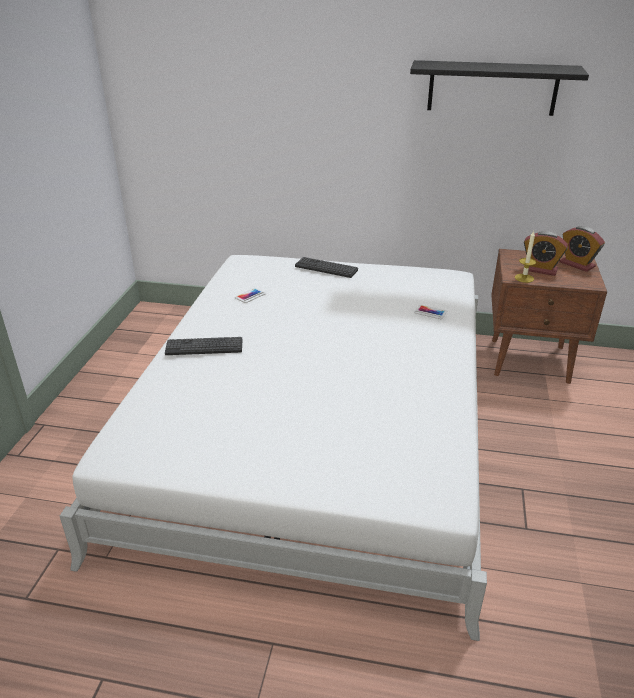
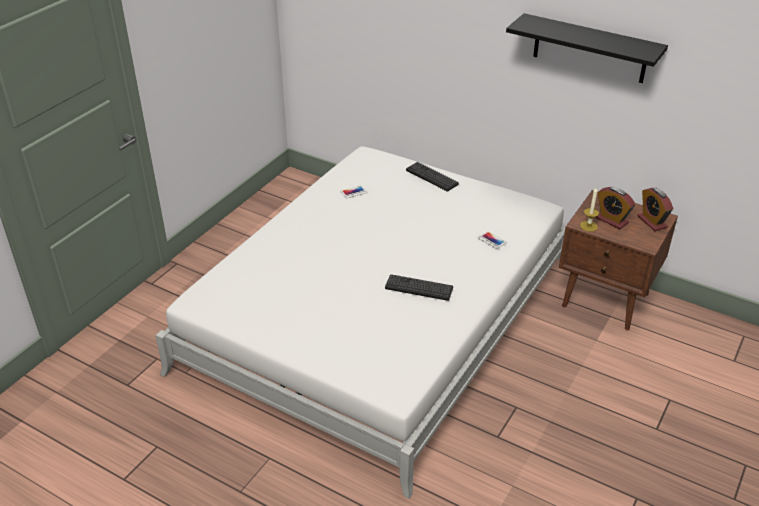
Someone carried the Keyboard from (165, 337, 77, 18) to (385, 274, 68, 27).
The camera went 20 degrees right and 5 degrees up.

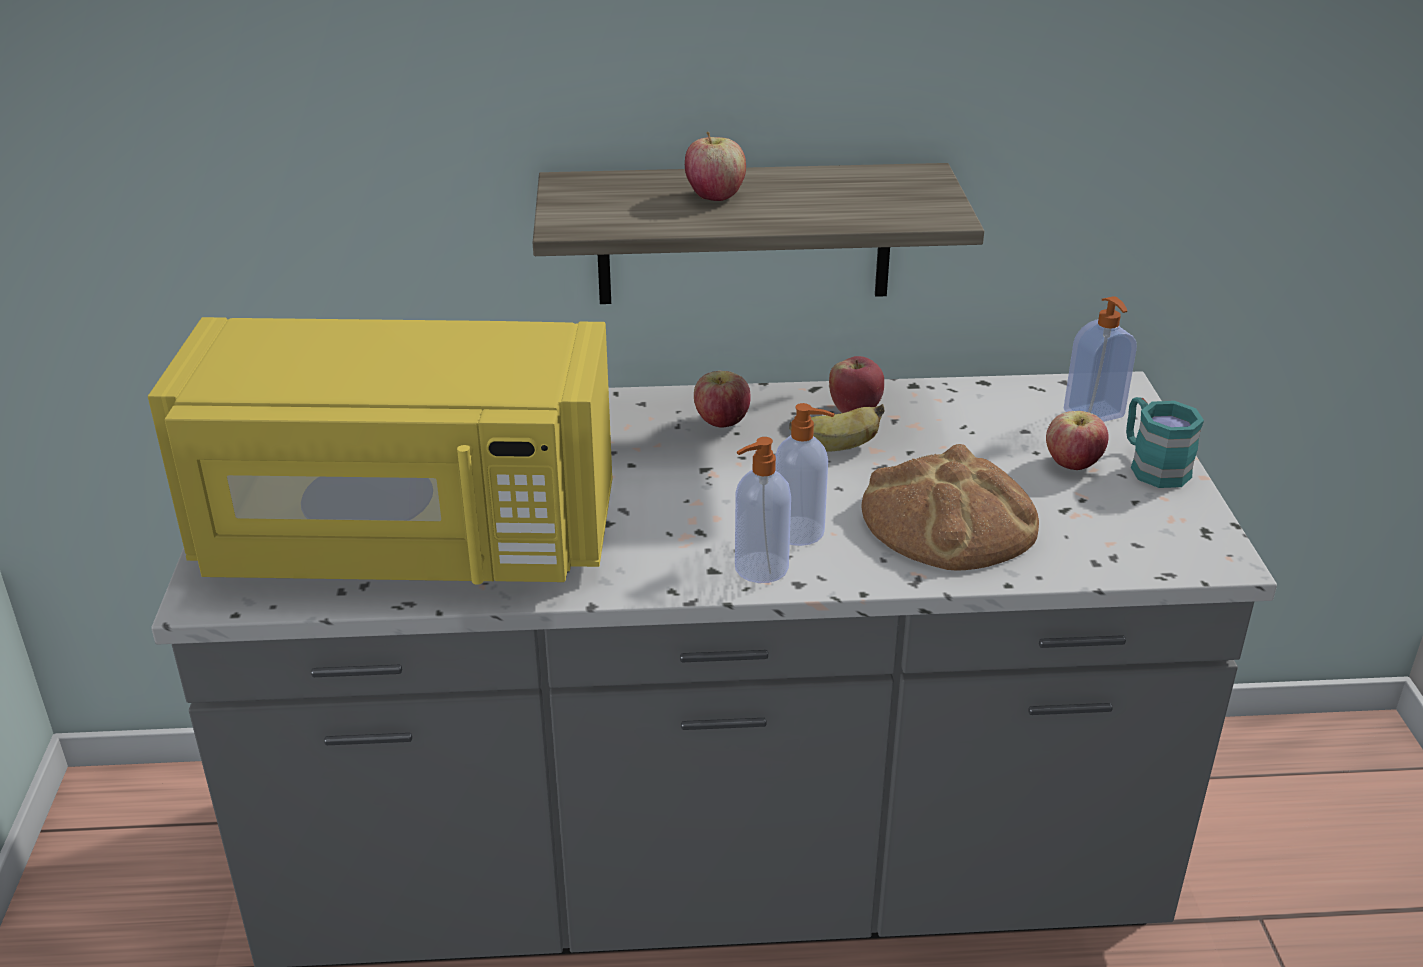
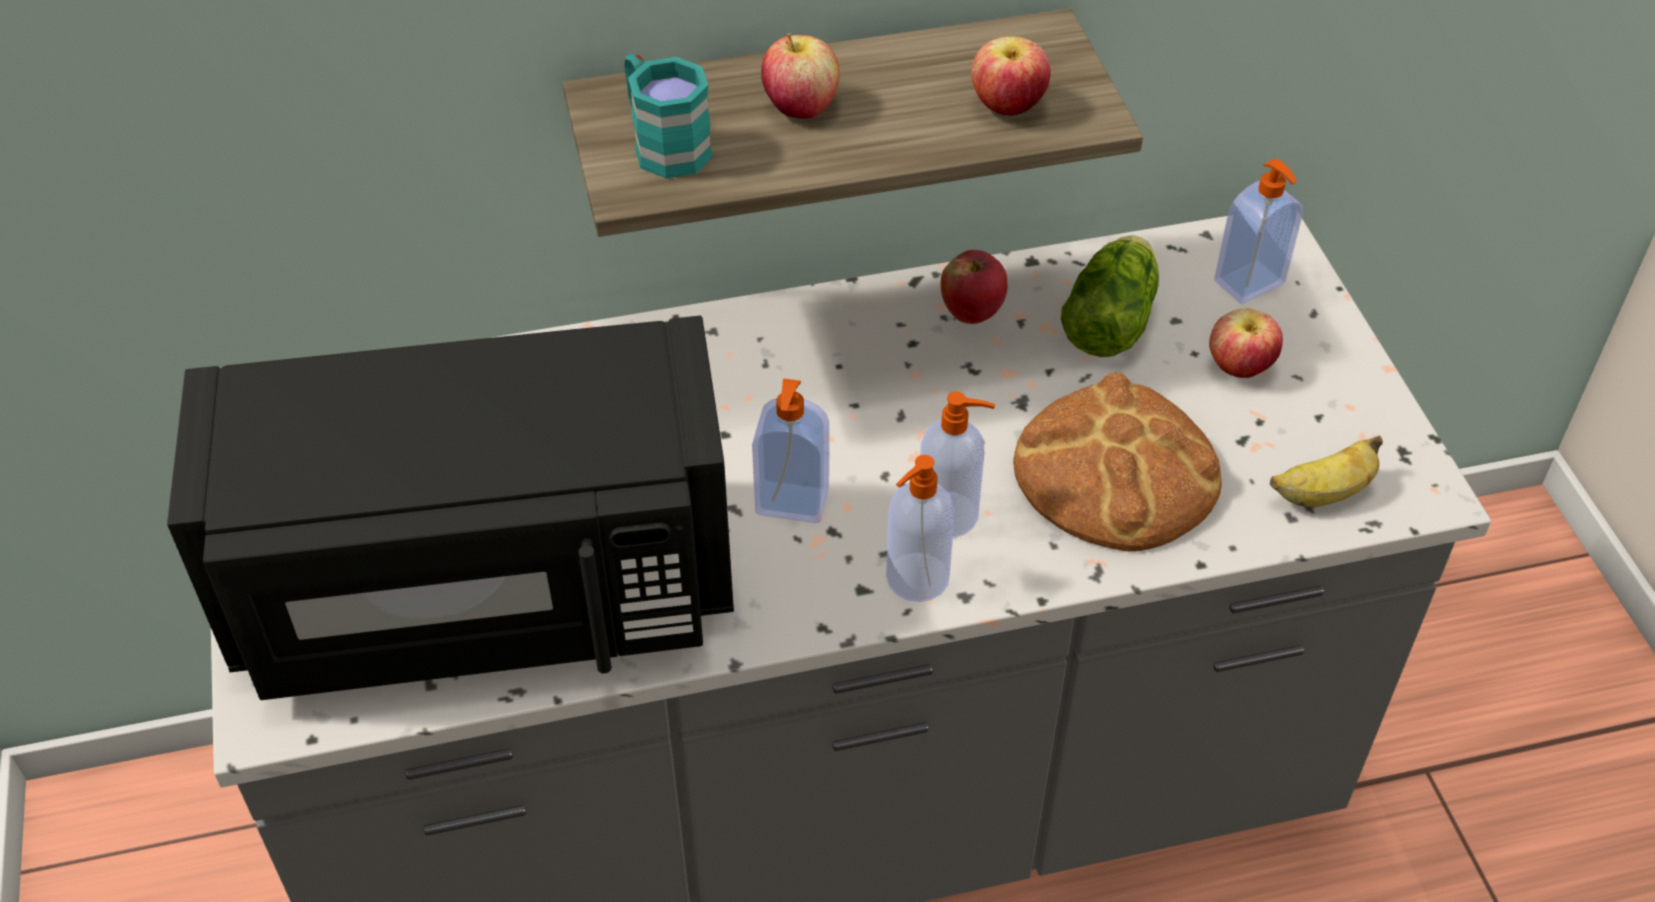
Someone put down the SoapDispenser at (752, 378, 77, 145).
Someone put down the Lettuce at (1061, 235, 98, 122).
Someone carried the Apple from (694, 371, 57, 57) to (971, 36, 80, 80).
Someone carried the Banana from (789, 404, 95, 48) to (1270, 436, 113, 71).
Someone carried the TurquoiseMug from (1126, 397, 78, 91) to (624, 54, 89, 124).
Someone repainted the YellowMicrowave at (148, 317, 464, 268), which became the BlackMicrowave at (167, 316, 567, 384).
The camera went 10 degrees left and 15 degrees up.

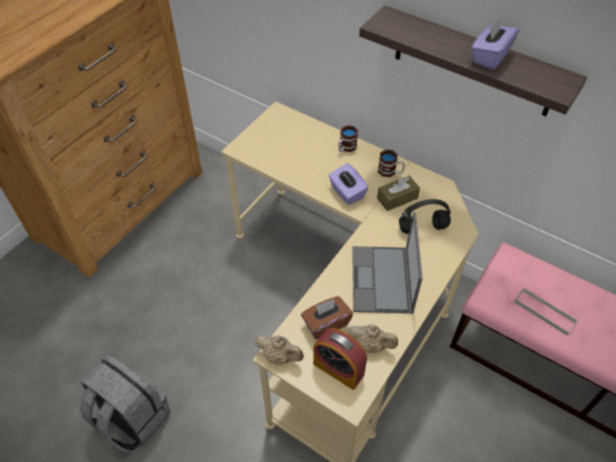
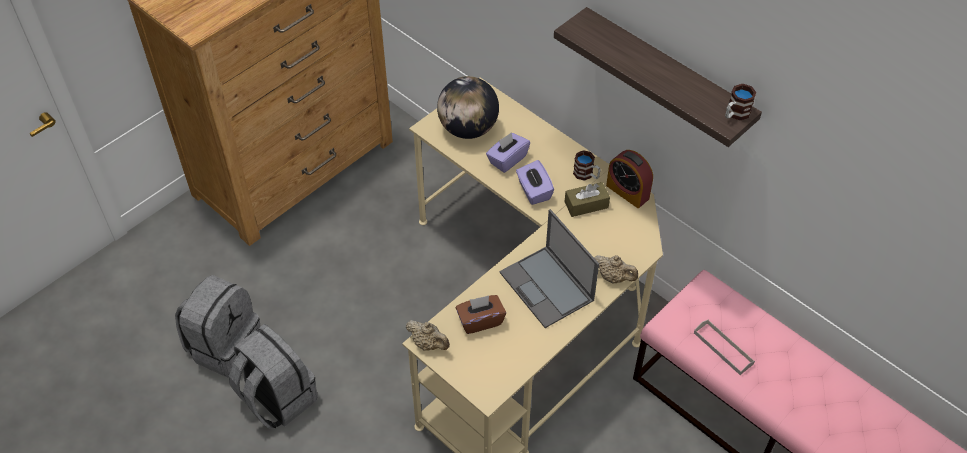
Someone took away the BlackHeadphones at (399, 199, 52, 35).
Someone put down the GreyBackpack at (175, 275, 86, 103).
Someone put down the Globe at (437, 76, 62, 63).
Someone carried the AlarmClock from (313, 328, 54, 62) to (606, 150, 47, 58).
Someone carried the Mug from (338, 125, 20, 27) to (725, 84, 32, 36).
Someone carried the BeigeTeapot from (347, 325, 51, 28) to (594, 255, 44, 28).
Someone carried the PurpleTissueBox from (471, 18, 48, 52) to (486, 132, 44, 41).
Someone rotated the Laptop at (352, 212, 71, 102) by 45 degrees counterclockwise.
The camera went 10 degrees right and 0 degrees up.

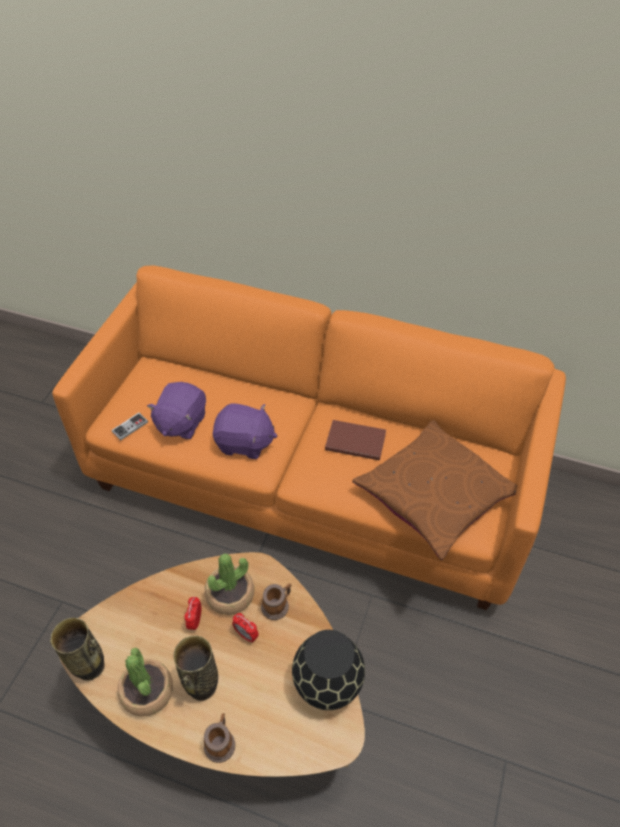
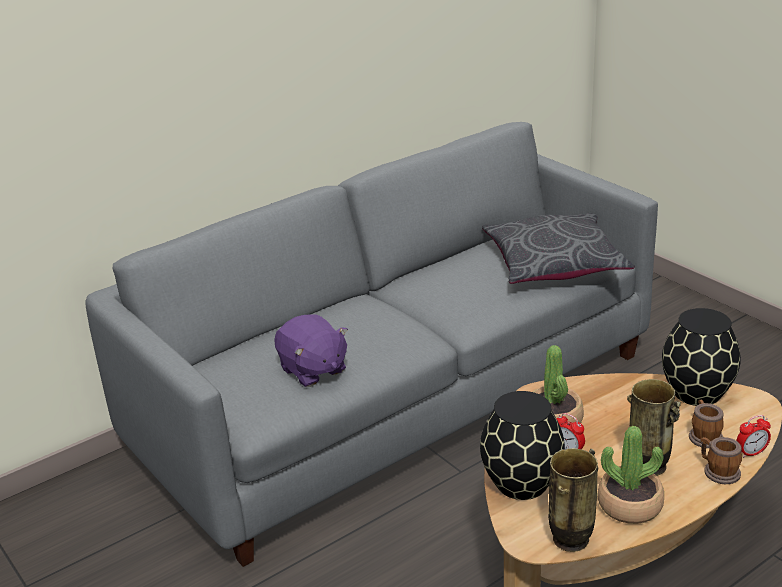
Someone took away the GameController at (111, 413, 37, 27).
Someone took away the PurplePlushToy at (213, 403, 64, 56).
Someone took away the BrownBook at (325, 420, 61, 40).
Someone put down the BlackVase at (480, 391, 85, 109).
Someone carried the AlarmClock from (232, 613, 27, 30) to (736, 415, 35, 43).
Someone carried the Mug from (261, 584, 31, 36) to (689, 400, 35, 48).
Someone repainted the OrangeSofa at (52, 266, 514, 344), which became the GreySofa at (86, 122, 572, 445).
Someone repainted the BrownPillow at (352, 420, 166, 140), which became the GreyPillow at (482, 213, 153, 71).
The camera went 55 degrees left and 20 degrees down.

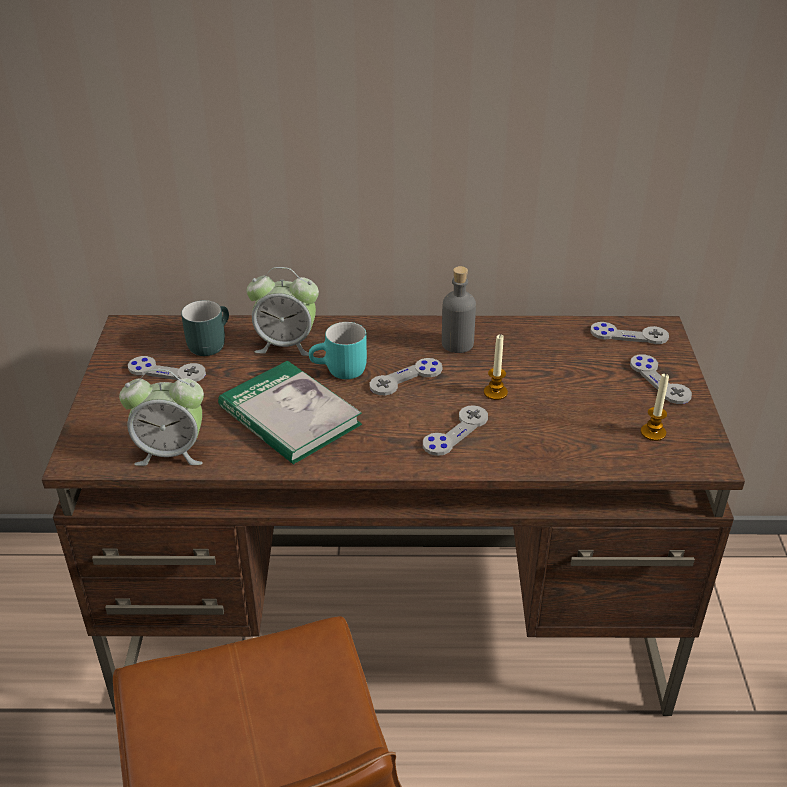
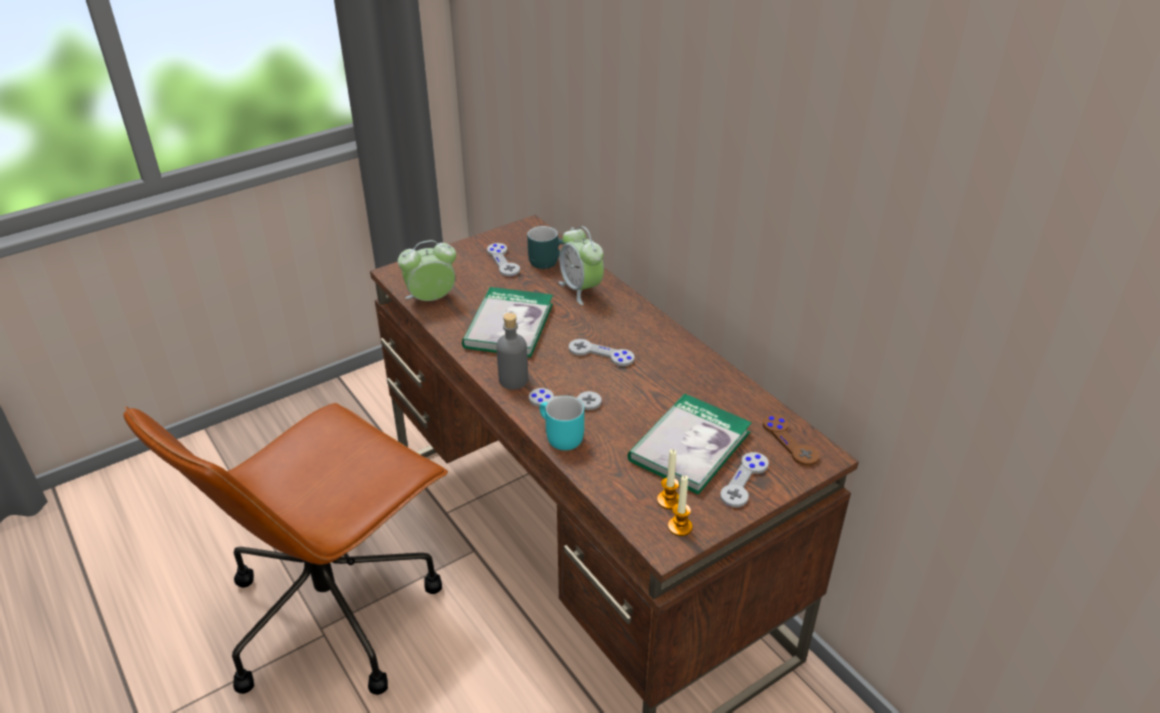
Someone put down the Book at (628, 394, 124, 101).
Someone carried the TurquoiseMug from (309, 322, 58, 57) to (540, 396, 44, 54).
Someone carried the GreyBottle from (442, 266, 34, 87) to (496, 313, 32, 77).
Someone carried the Candle from (484, 334, 24, 66) to (668, 475, 24, 61).
Someone repainted the GreyGameController at (590, 322, 79, 22), which became the BrownGameController at (763, 414, 56, 52).
Someone rotated the AlarmClock at (119, 369, 85, 97) by 105 degrees clockwise.
The camera went 55 degrees right and 0 degrees up.

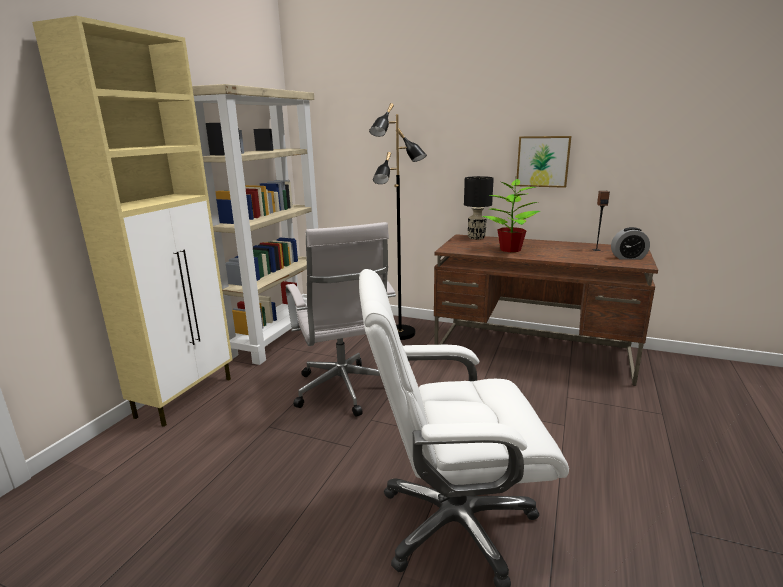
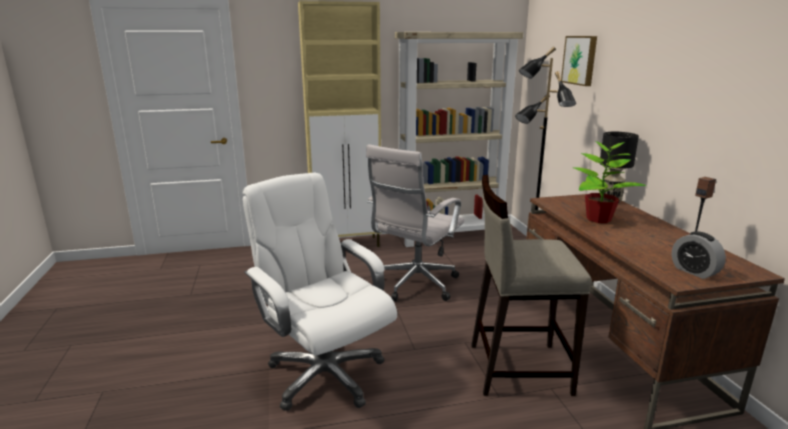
Someone put down the BeigeStool at (471, 175, 121, 221).
Someone carried the Picture from (516, 136, 56, 52) to (561, 36, 36, 50).
The camera went 55 degrees right and 0 degrees up.

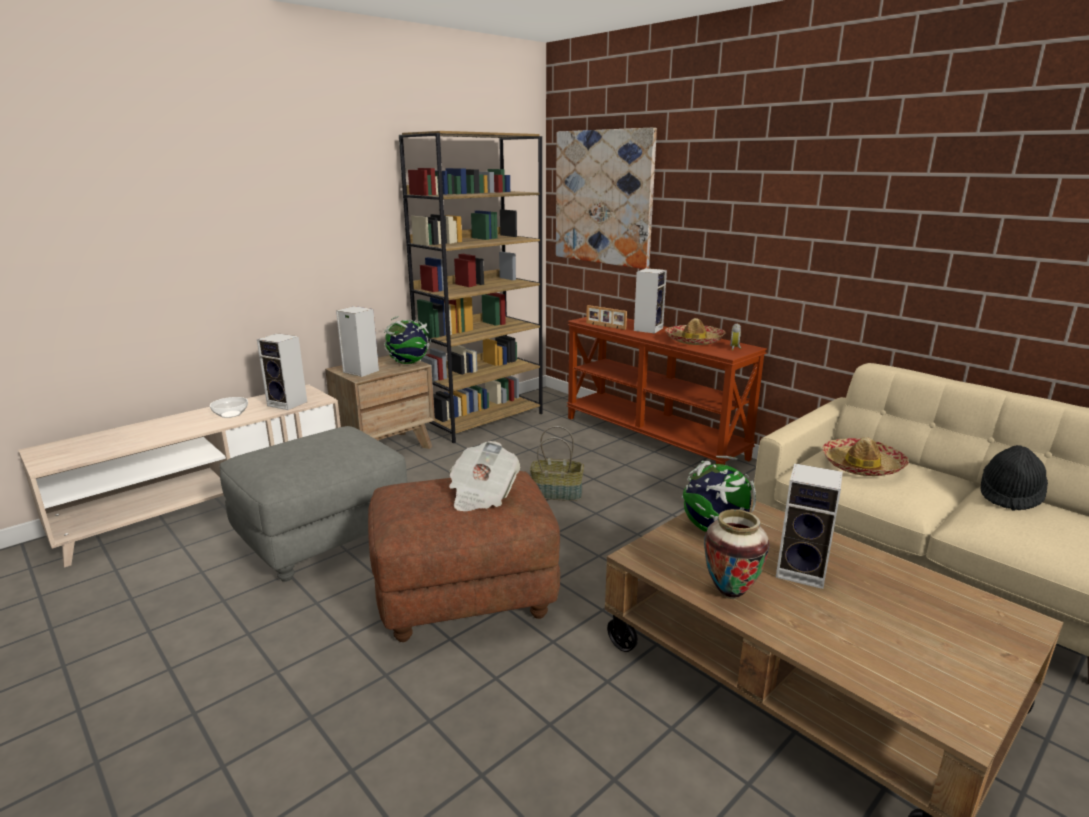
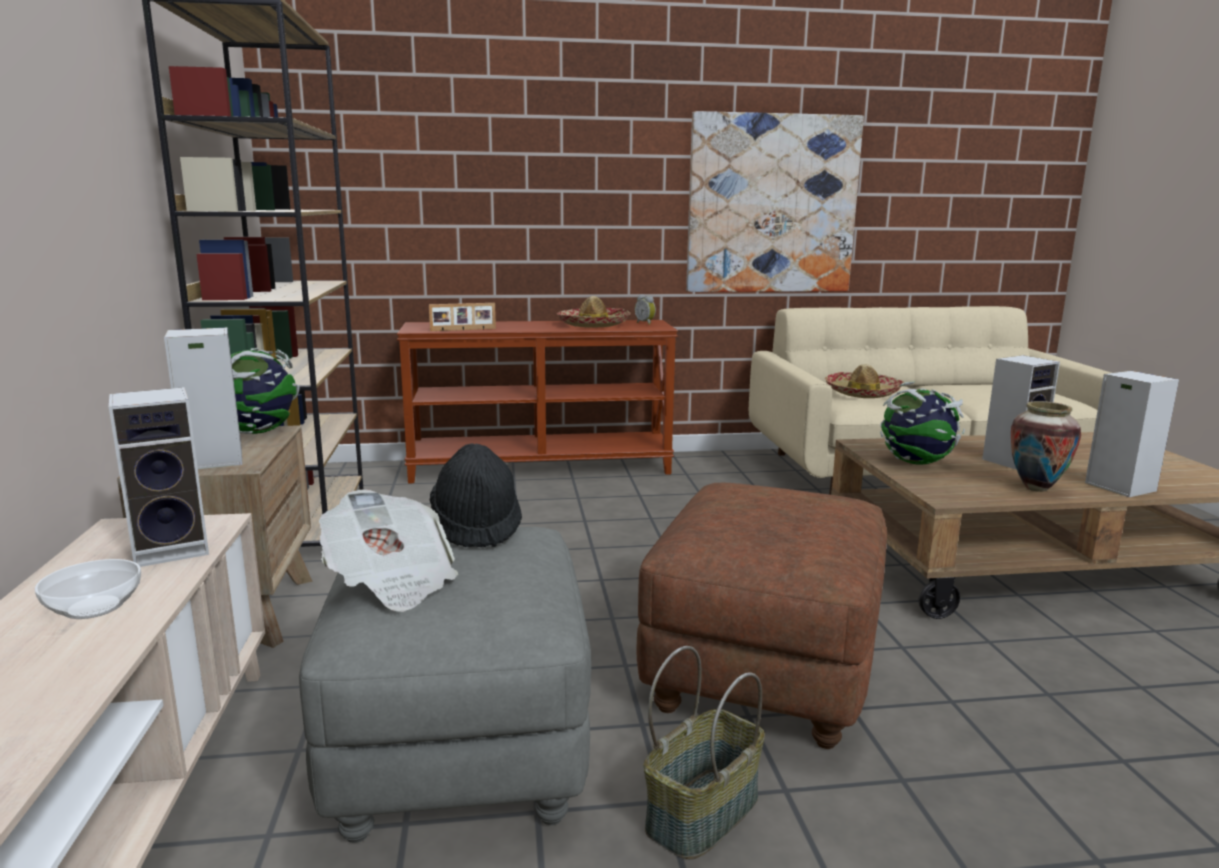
Someone carried the Newspaper from (449, 441, 71, 70) to (319, 489, 139, 123).
Someone carried the Basket from (530, 426, 54, 75) to (643, 646, 122, 213).
Someone carried the Picture from (556, 128, 101, 141) to (686, 111, 178, 181).
Someone carried the Speaker from (634, 268, 33, 65) to (1085, 371, 94, 126).
Someone carried the BlackHat from (980, 445, 68, 66) to (430, 443, 92, 104).
The camera went 55 degrees left and 5 degrees down.

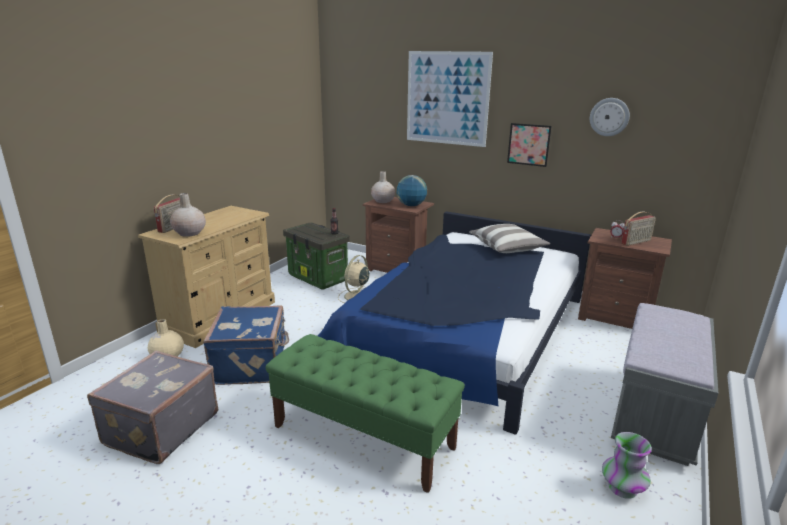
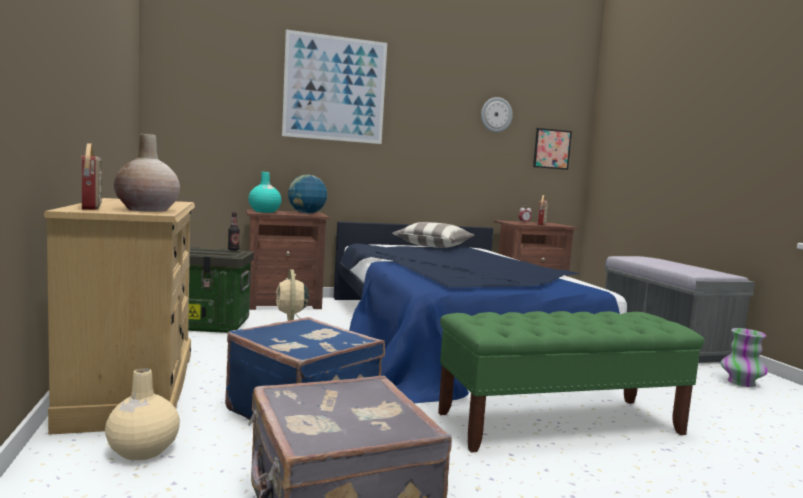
Someone carried the Picture from (507, 123, 45, 44) to (533, 128, 39, 42).
Someone repainted the BeigeVase at (371, 171, 24, 32), which became the TurquoiseVase at (248, 172, 33, 41).
The camera went 45 degrees left and 15 degrees down.

